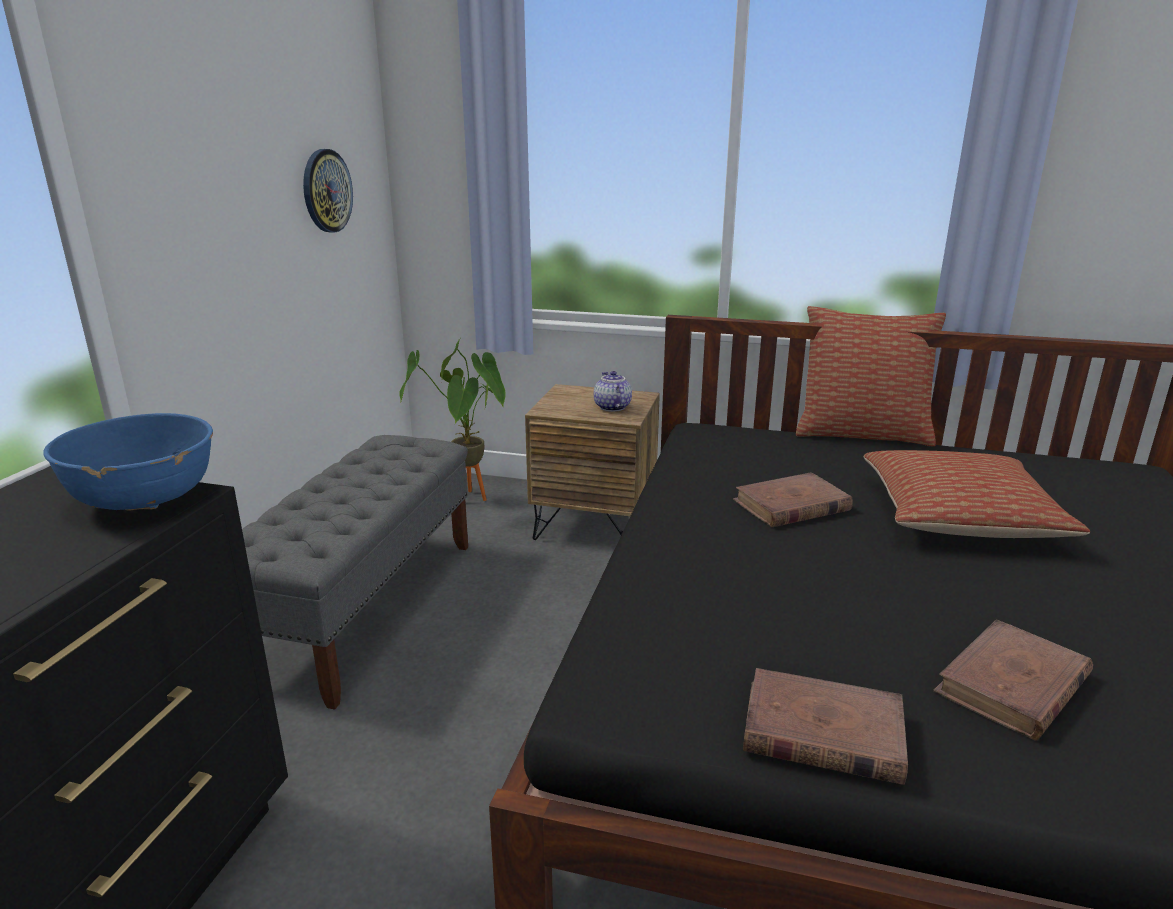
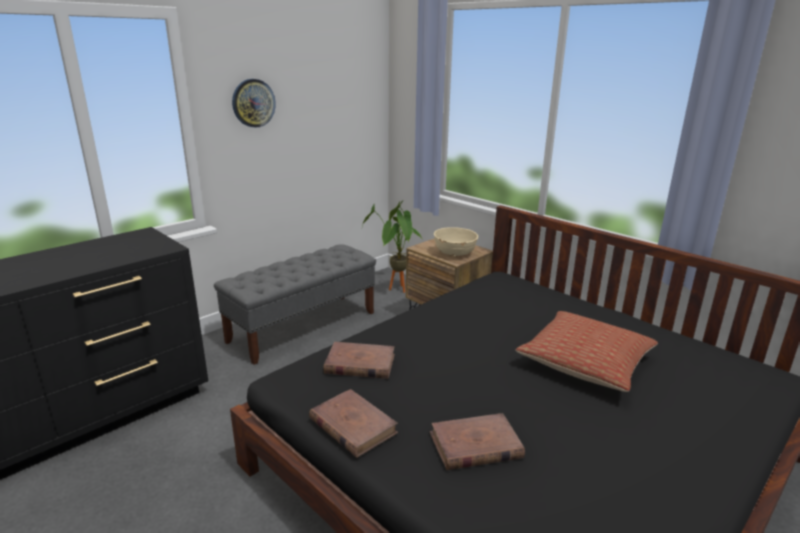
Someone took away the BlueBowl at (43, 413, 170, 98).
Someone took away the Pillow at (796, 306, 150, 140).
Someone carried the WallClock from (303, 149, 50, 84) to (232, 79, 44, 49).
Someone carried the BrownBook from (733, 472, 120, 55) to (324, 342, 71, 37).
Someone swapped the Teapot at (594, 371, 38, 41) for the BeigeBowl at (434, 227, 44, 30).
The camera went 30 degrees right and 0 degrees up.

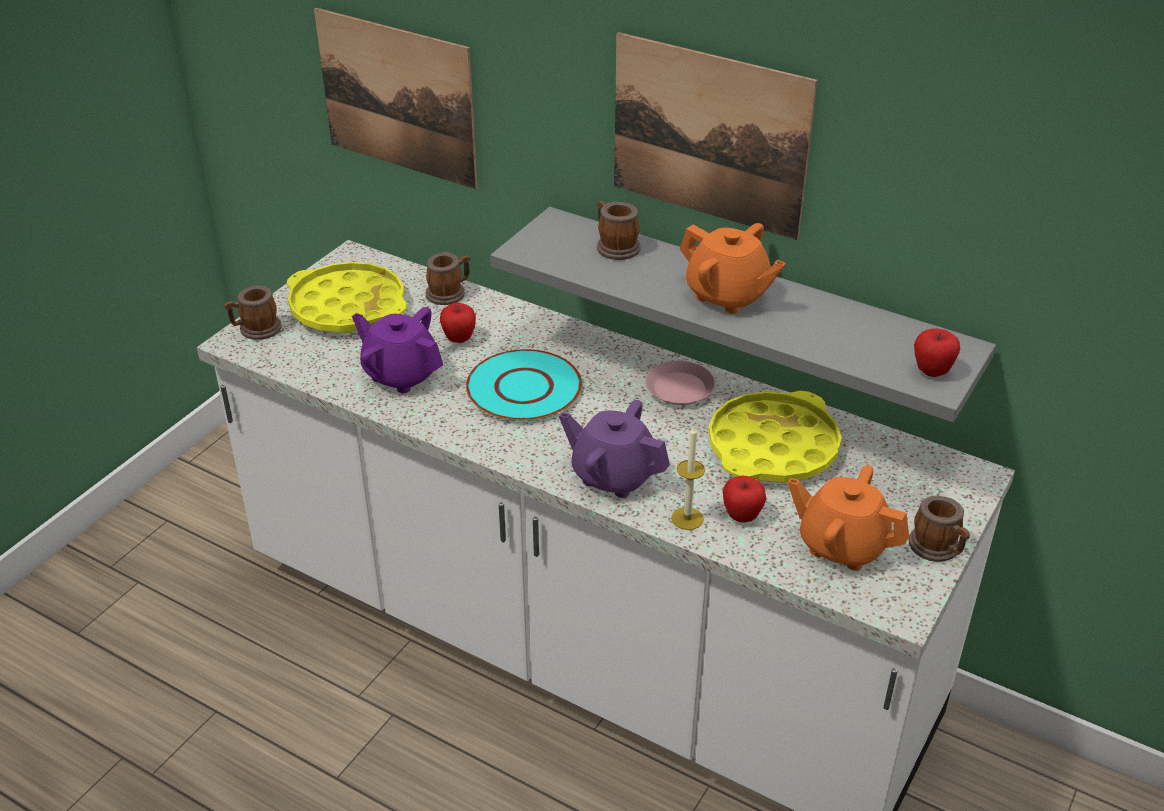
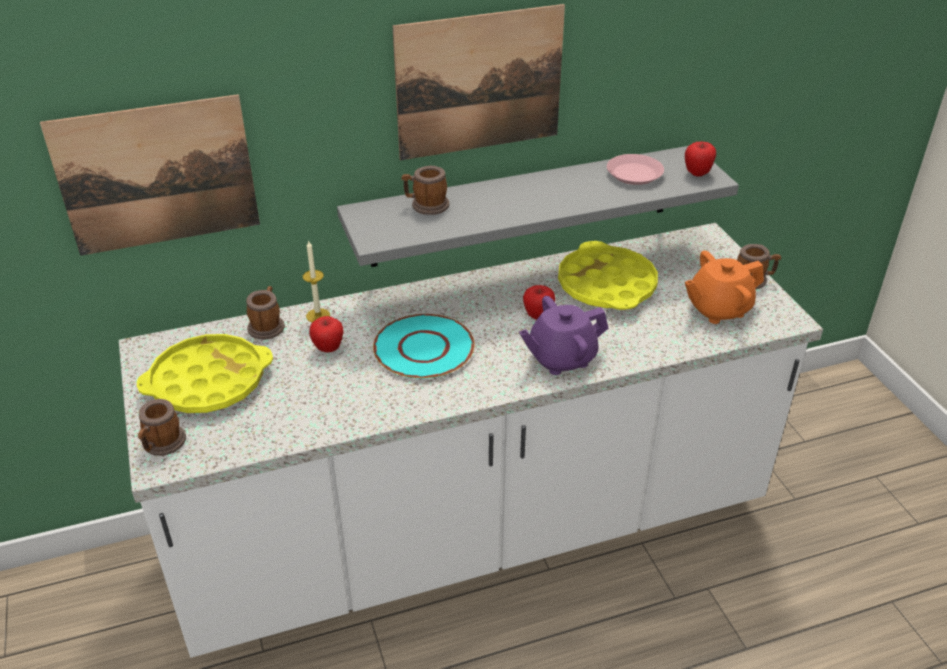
Someone took away the PurpleTeapot at (352, 307, 91, 86).
Someone took away the OrangeTeapot at (680, 223, 106, 91).
Someone carried the PinkPlate from (645, 361, 70, 44) to (607, 154, 57, 31).
Someone carried the Candle from (671, 426, 34, 104) to (303, 240, 27, 82).
Someone carried the Apple from (723, 476, 43, 46) to (523, 285, 32, 35).
The camera went 50 degrees left and 0 degrees up.

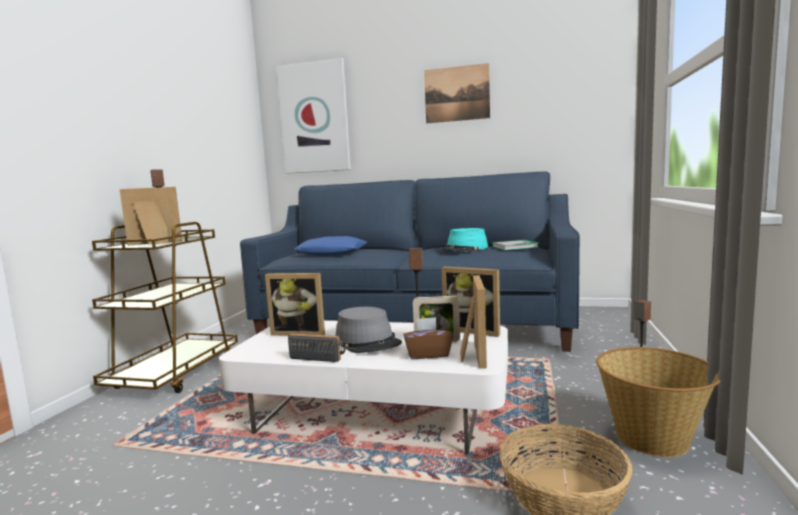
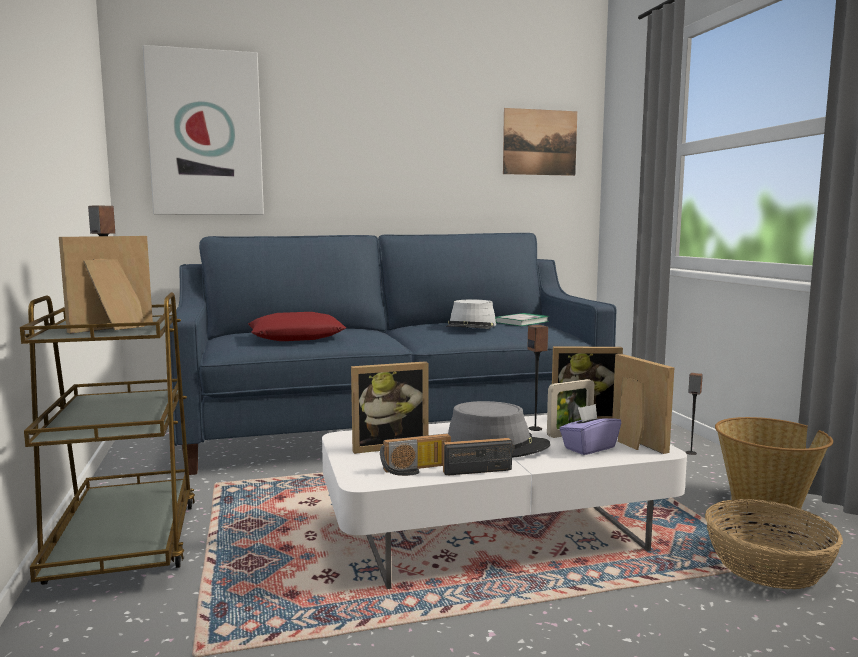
Someone put down the Radio at (380, 434, 71, 42).
Someone carried the Picture from (424, 63, 66, 60) to (503, 108, 74, 68).
Someone repainted the BluePillow at (293, 236, 75, 20), which became the RedPillow at (248, 312, 99, 29).
Someone repainted the BrownTissueBox at (403, 317, 50, 42), which became the PurpleTissueBox at (559, 404, 62, 51).
Someone repainted the TurquoiseHat at (440, 228, 48, 24), which became the GreyHat at (446, 300, 50, 29).
The camera went 30 degrees left and 0 degrees up.

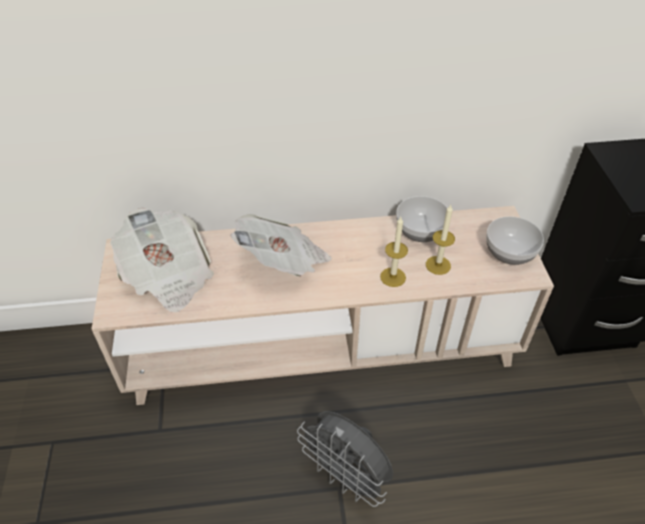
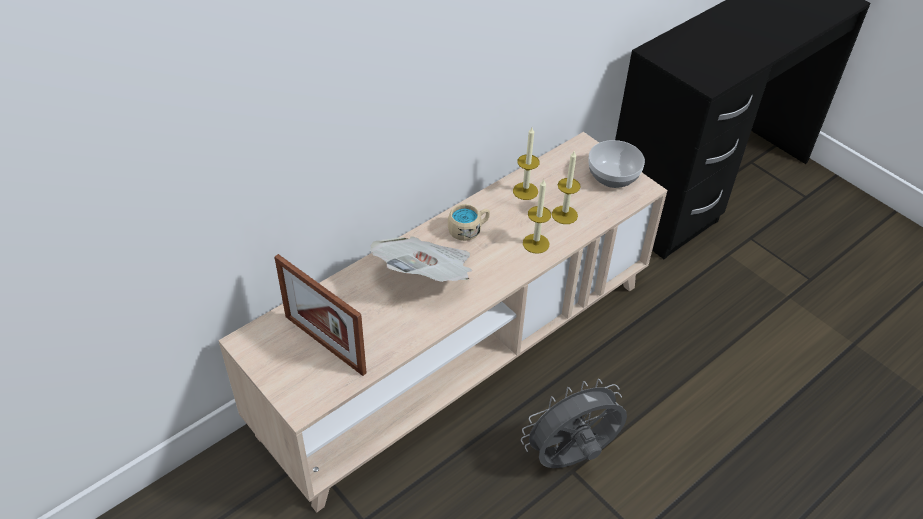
Someone put down the BeigeMug at (448, 204, 42, 37).
Someone swapped the Newspaper at (110, 208, 104, 104) for the PictureFrame at (275, 254, 92, 122).
Someone swapped the Bowl at (396, 196, 51, 46) for the Candle at (513, 127, 27, 73).
Someone rotated the GreyFan at (297, 411, 96, 96) by 150 degrees clockwise.
The camera went 35 degrees left and 0 degrees up.

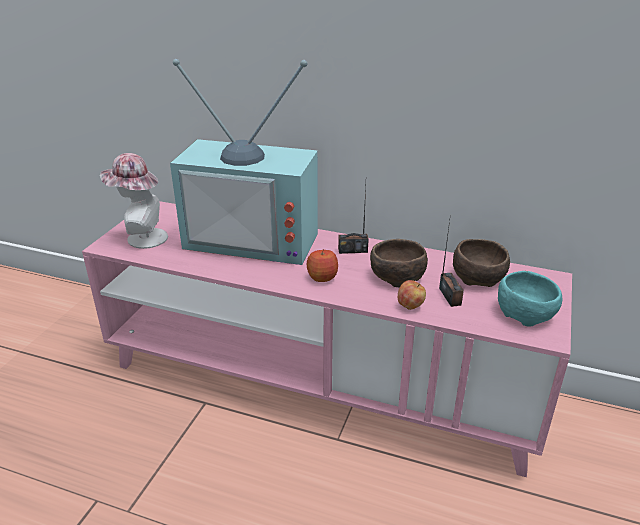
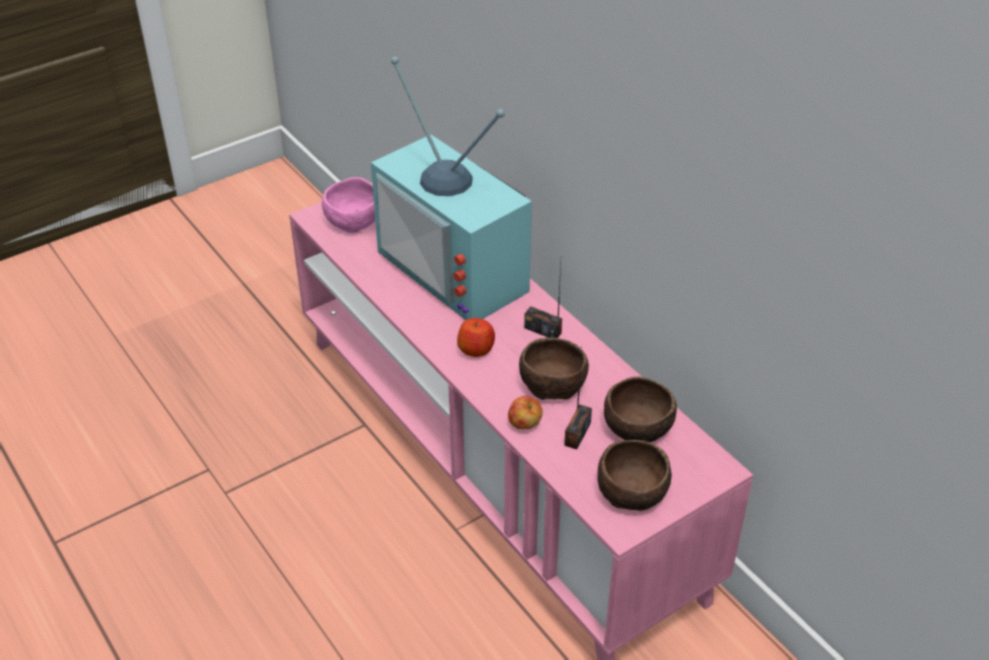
Someone swapped the Hat at (100, 153, 68, 96) for the PinkBowl at (322, 177, 53, 56).
Someone repainted the TurquoiseBowl at (498, 271, 65, 55), which became the BrownBowl at (597, 440, 75, 71).
The camera went 35 degrees right and 10 degrees up.

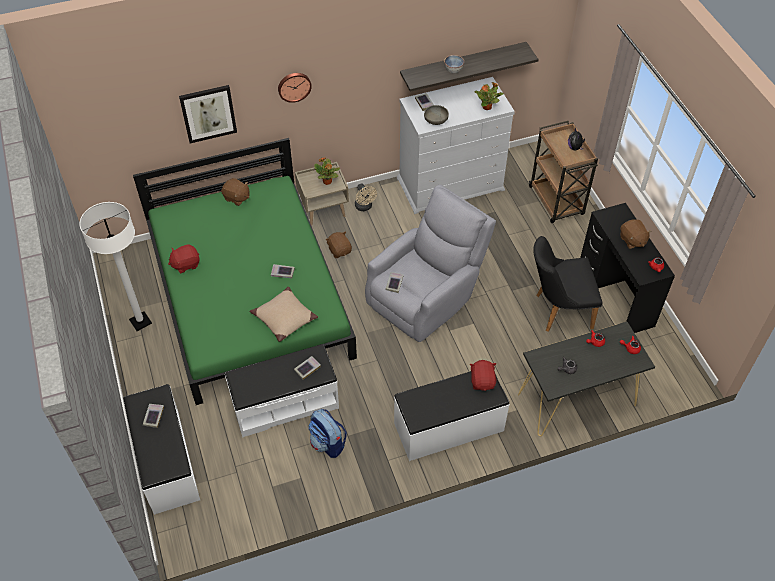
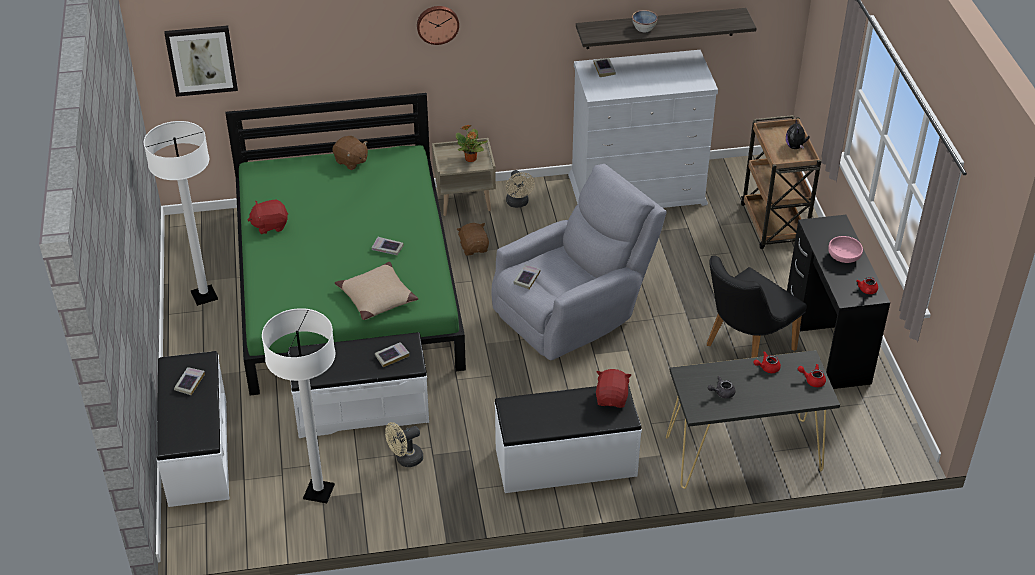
Someone took away the GreyBowl at (424, 105, 25, 20).
Someone took away the PottedPlant at (475, 82, 29, 28).
Someone put down the WhiteFloorLamp at (262, 308, 74, 195).
Someone carried the Picture from (179, 85, 58, 58) to (164, 25, 74, 72).
Someone swapped the Backpack at (308, 409, 39, 49) for the BeigeFan at (385, 422, 38, 45).
Someone swapped the BrownPlushToy at (620, 219, 32, 30) for the PinkBowl at (828, 236, 35, 27).
Someone rotated the BlackChair at (533, 236, 69, 96) by 45 degrees counterclockwise.
The camera went 10 degrees right and 10 degrees down.

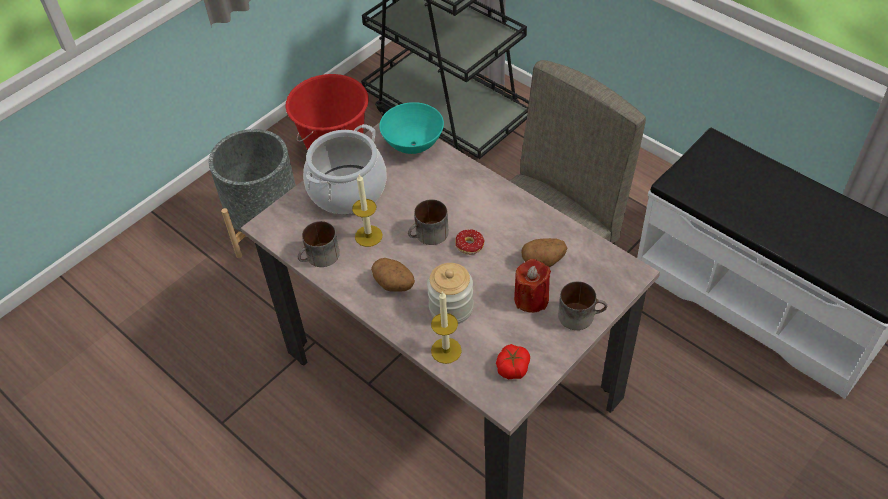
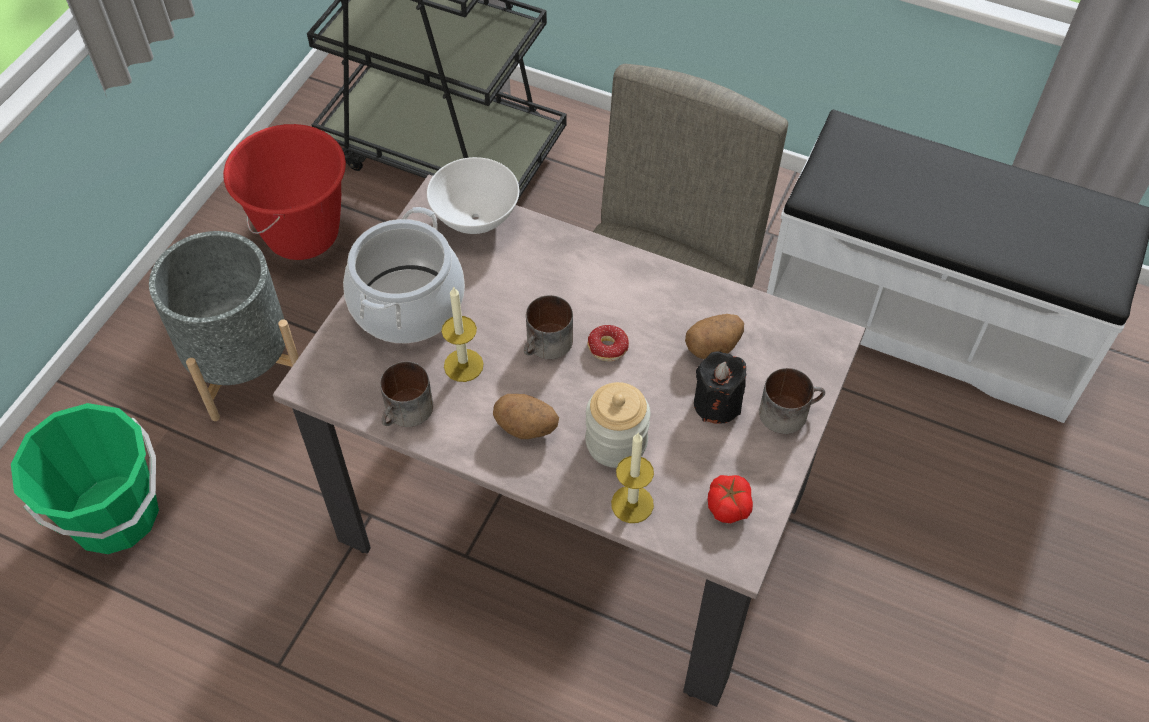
Someone put down the GreenBucket at (11, 403, 148, 151).
Someone repainted the TurquoiseBowl at (379, 102, 65, 52), which became the WhiteBowl at (427, 157, 92, 77).
Someone repainted the RedCandle at (514, 259, 37, 54), which became the BlackCandle at (694, 351, 52, 73).
The camera went 20 degrees left and 5 degrees up.

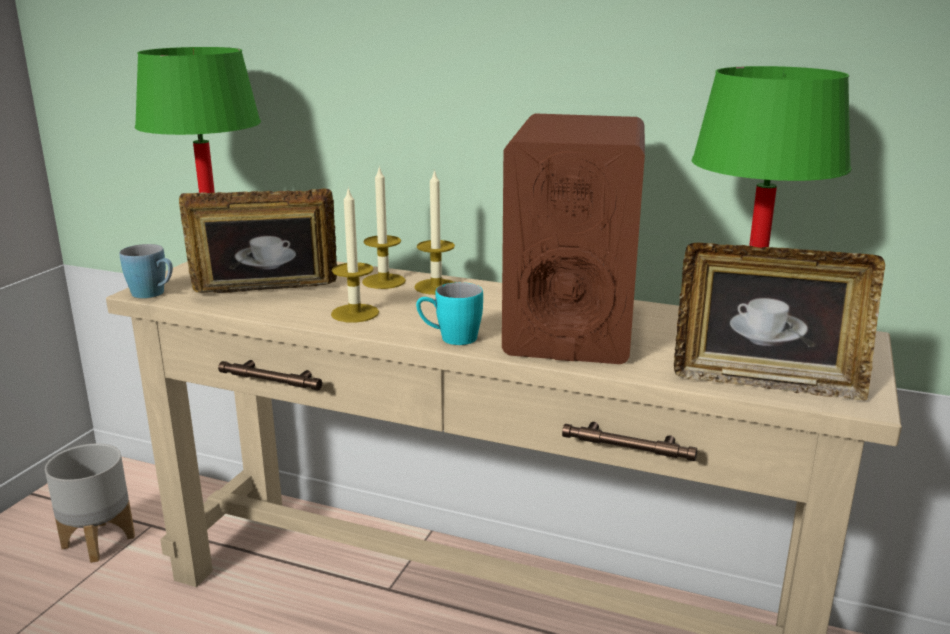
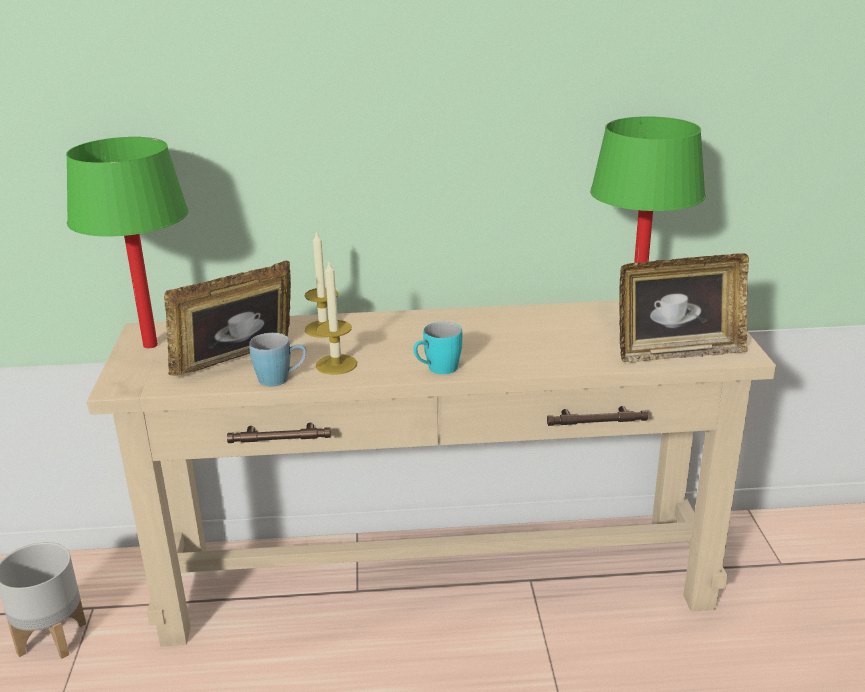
Someone took away the Candle at (414, 169, 41, 126).
Someone took away the BrownSpeaker at (502, 113, 143, 251).
Someone carried the BlueMug from (120, 244, 53, 54) to (249, 333, 57, 53).
The camera went 25 degrees left and 5 degrees up.

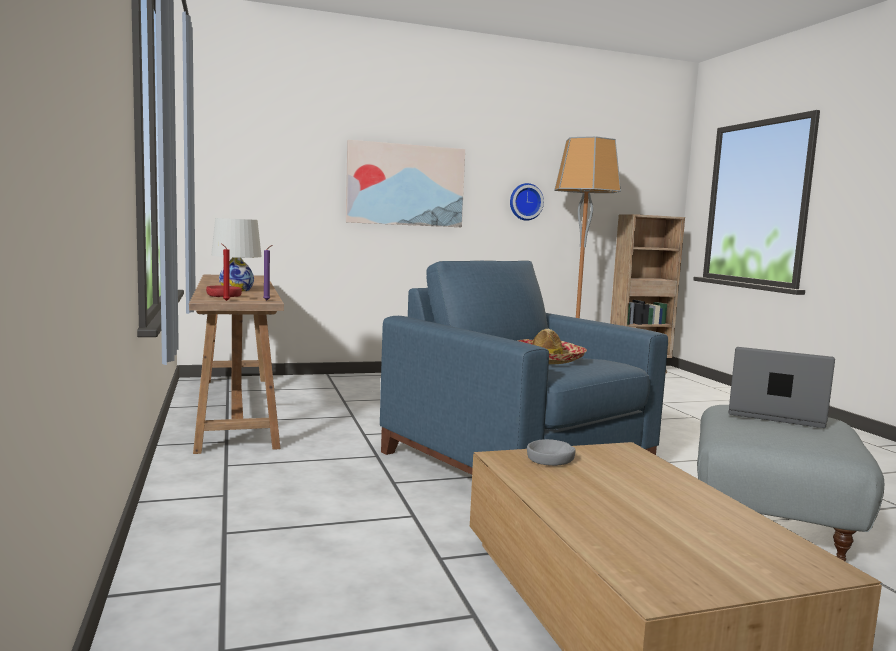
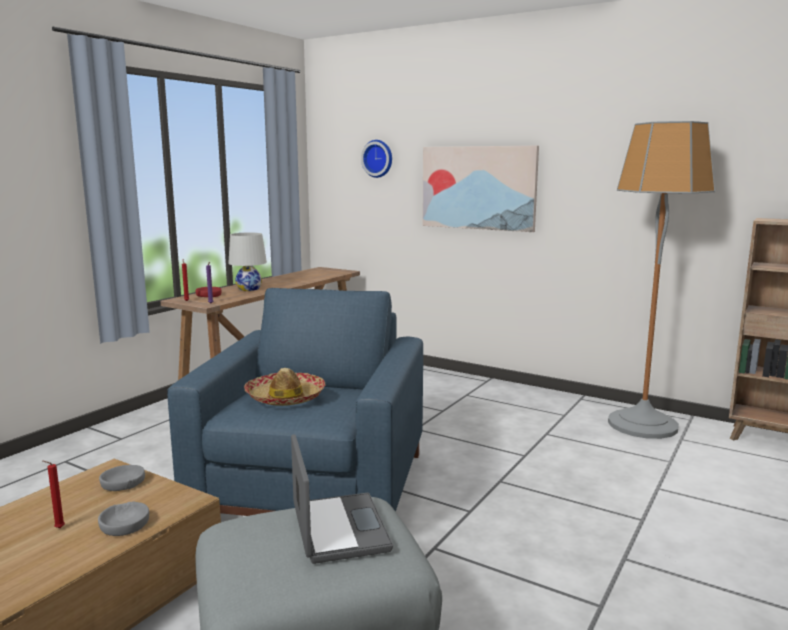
Someone put down the RedCandle at (43, 461, 22, 67).
Someone put down the GreyBowl at (98, 502, 51, 34).
Someone carried the WallClock from (510, 183, 34, 38) to (361, 140, 31, 38).
The camera went 50 degrees right and 5 degrees up.

